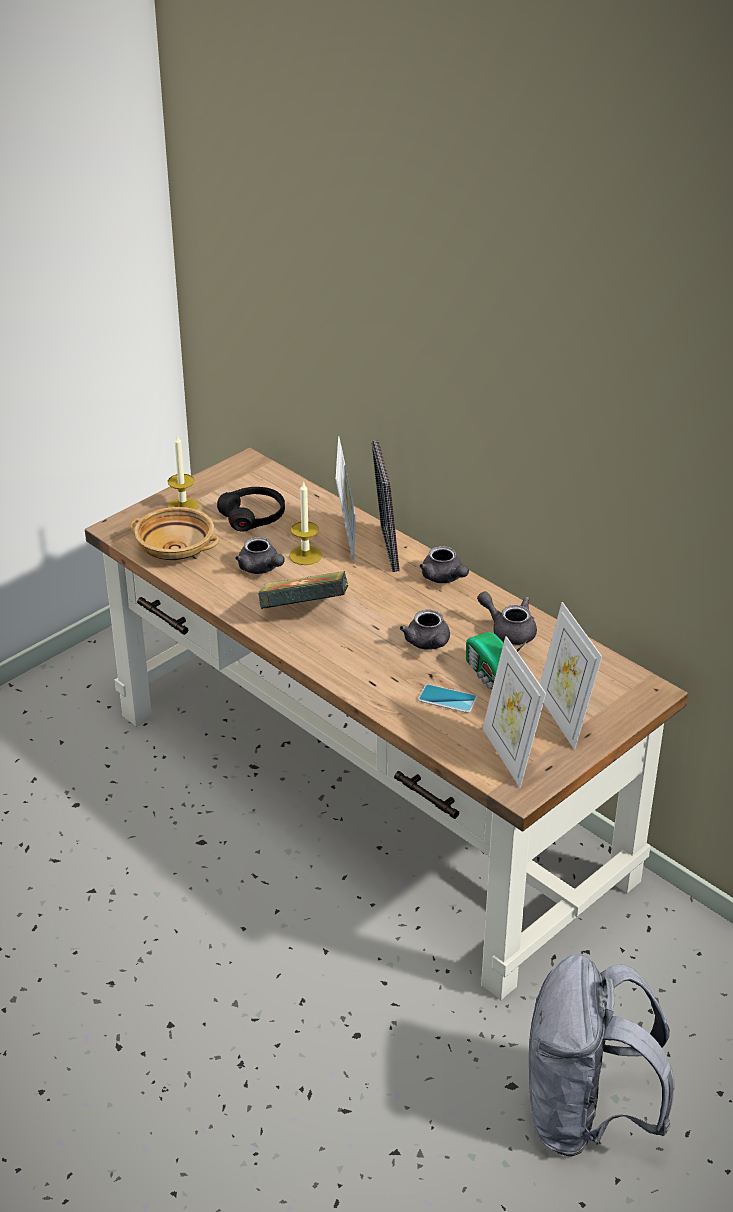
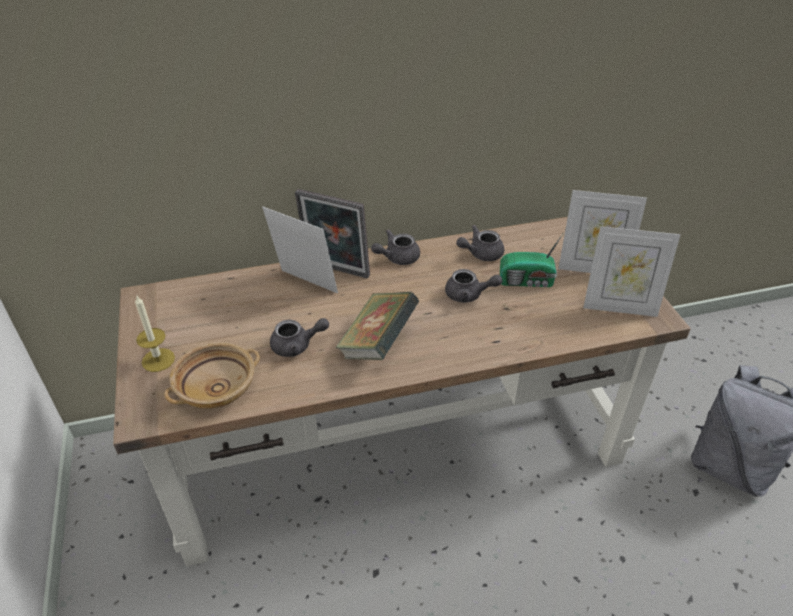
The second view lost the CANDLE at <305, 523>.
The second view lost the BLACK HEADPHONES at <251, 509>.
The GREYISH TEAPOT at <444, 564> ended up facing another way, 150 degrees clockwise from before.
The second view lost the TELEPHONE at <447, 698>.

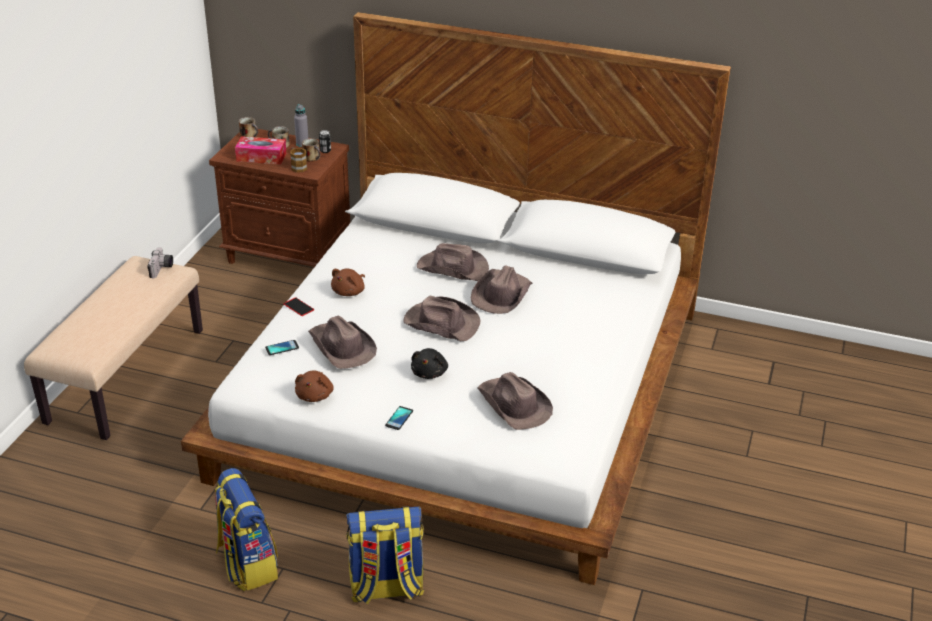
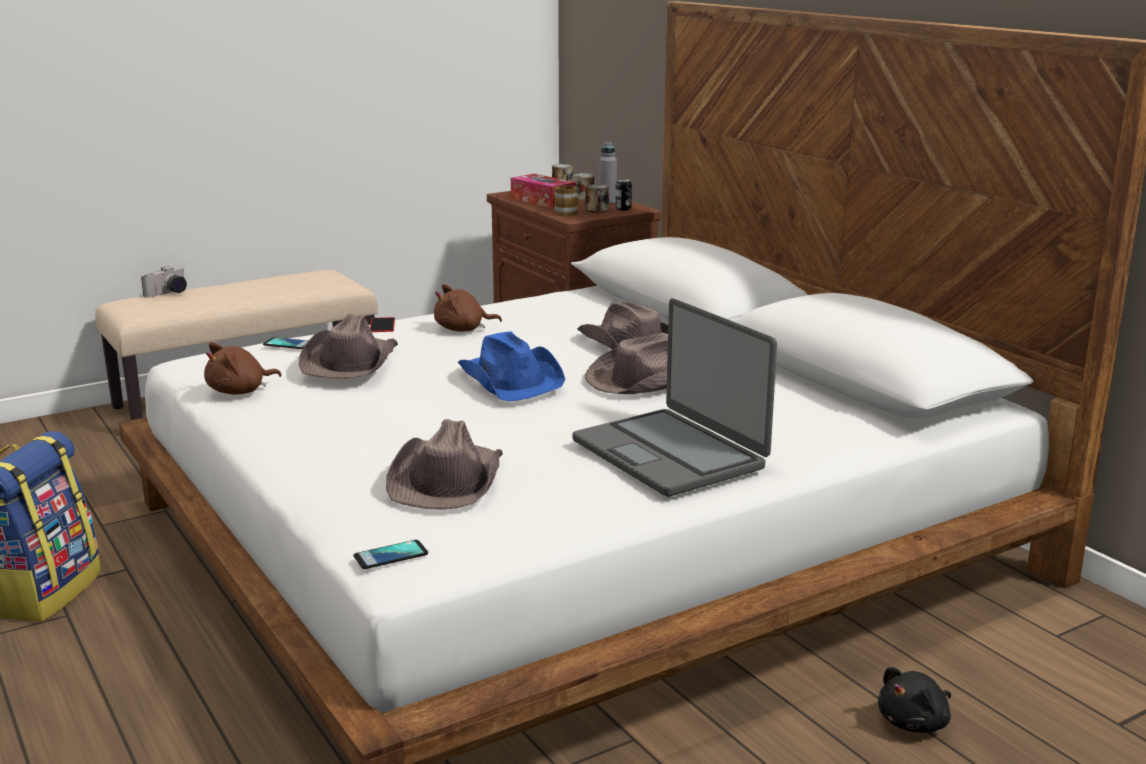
The STILL CAMERA ended up elsewhere, having gone from <160, 262> to <164, 282>.
What was the BROWN HAT at <442, 319> turned into the BLUE HAT at <511, 366>.
The BLACK CUDDLY TOY ended up elsewhere, having gone from <429, 363> to <914, 700>.
The TELEPHONE ended up elsewhere, having gone from <399, 418> to <390, 554>.
The second view lost the BACKPACK at <385, 555>.
The second view gained the NOTEBOOK COMPUTER at <674, 397>.

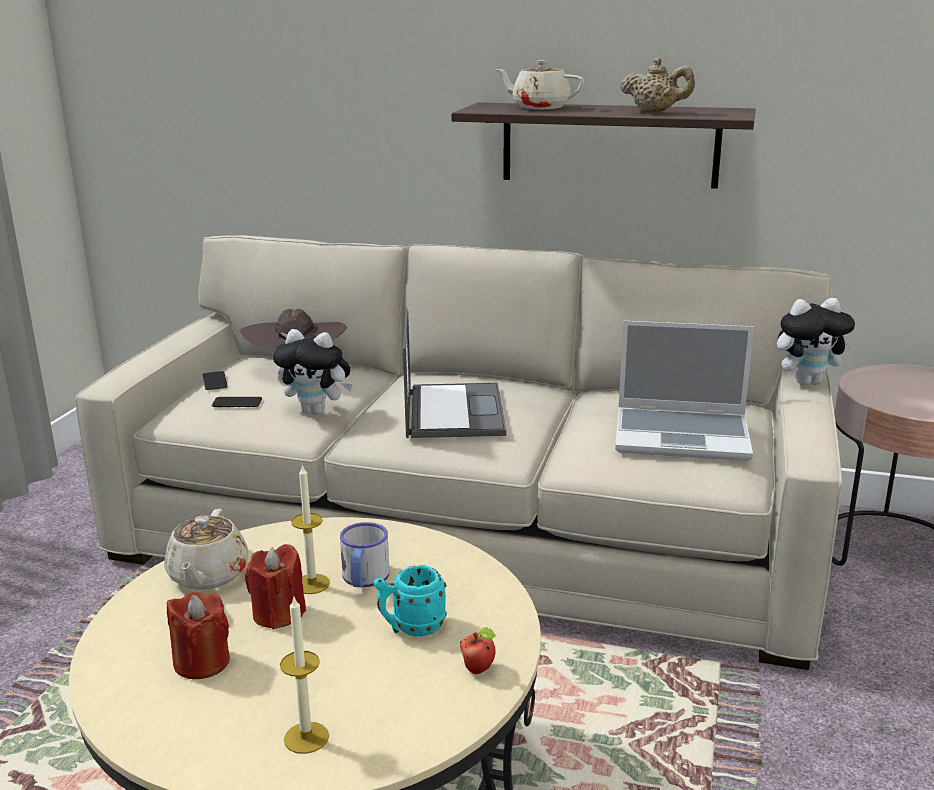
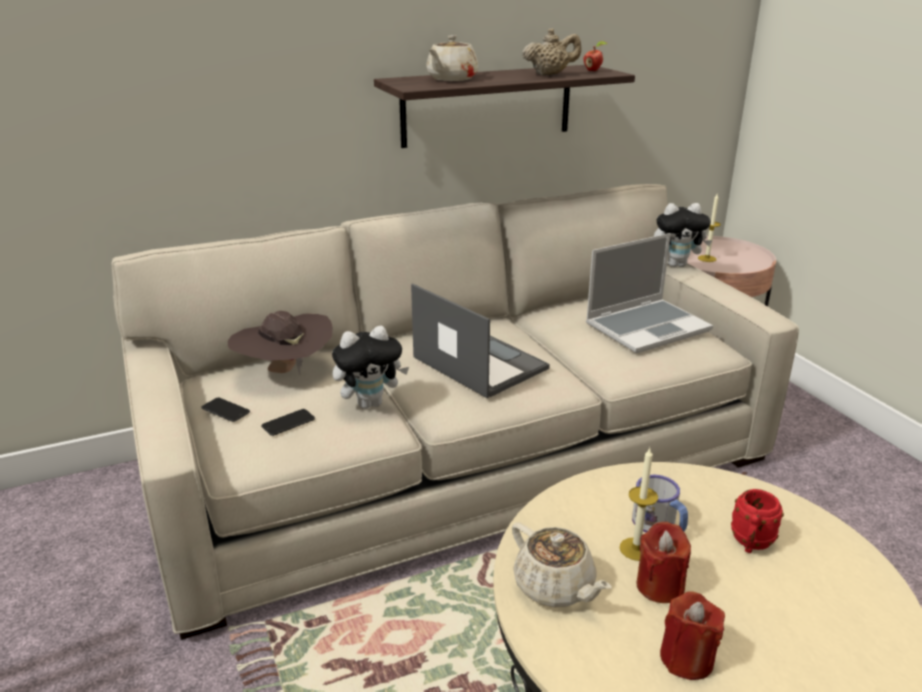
The BEIGE TEAPOT at <539, 84> ended up facing another way, 45 degrees counterclockwise from before.
The CUDDLY TOY at <816, 341> ended up facing another way, 45 degrees clockwise from before.
What was the TURQUOISE-COLOURED TEA MUG at <410, 600> turned into the REDDISH TEA MUG at <757, 521>.
The CANDLE ended up elsewhere, having gone from <304, 674> to <709, 228>.
The APPLE ended up elsewhere, having gone from <478, 650> to <595, 56>.

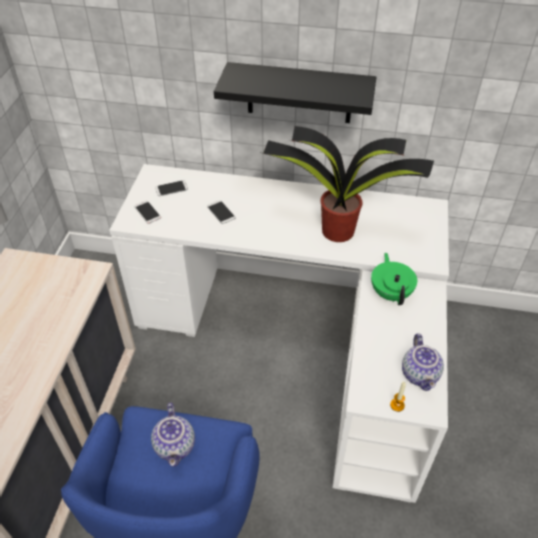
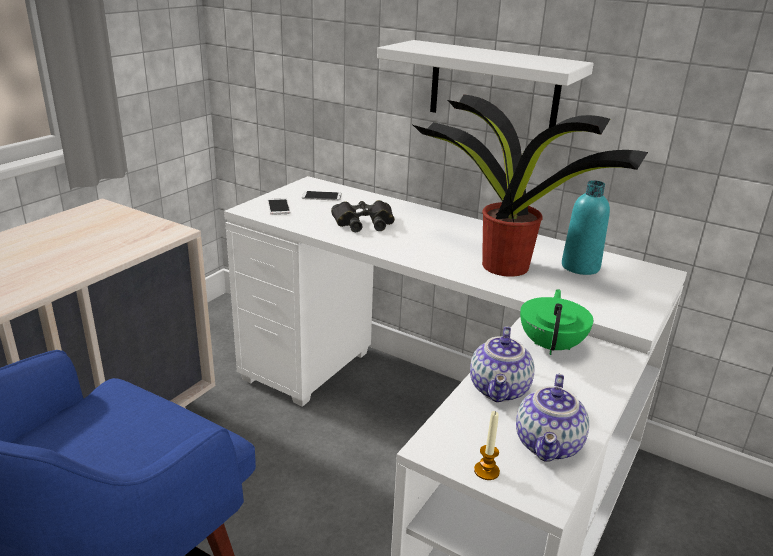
What was the BLACK SHELF at <295, 92> turned into the WHITISH SHELF at <485, 84>.
Where the TELEPHONE stood at <221, 212>, the BLACK FIELD GLASSES came to stand at <363, 216>.
The TEAPOT ended up elsewhere, having gone from <173, 435> to <502, 364>.
The second view gained the TURQUOISE-COLOURED BOTTLE at <586, 227>.

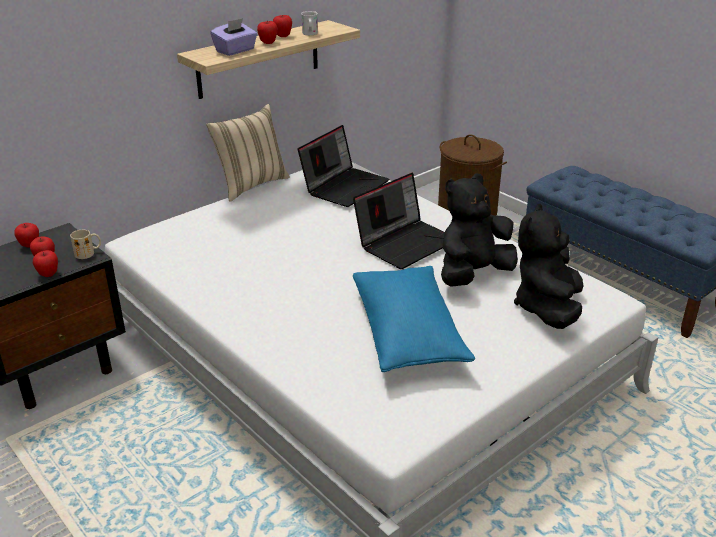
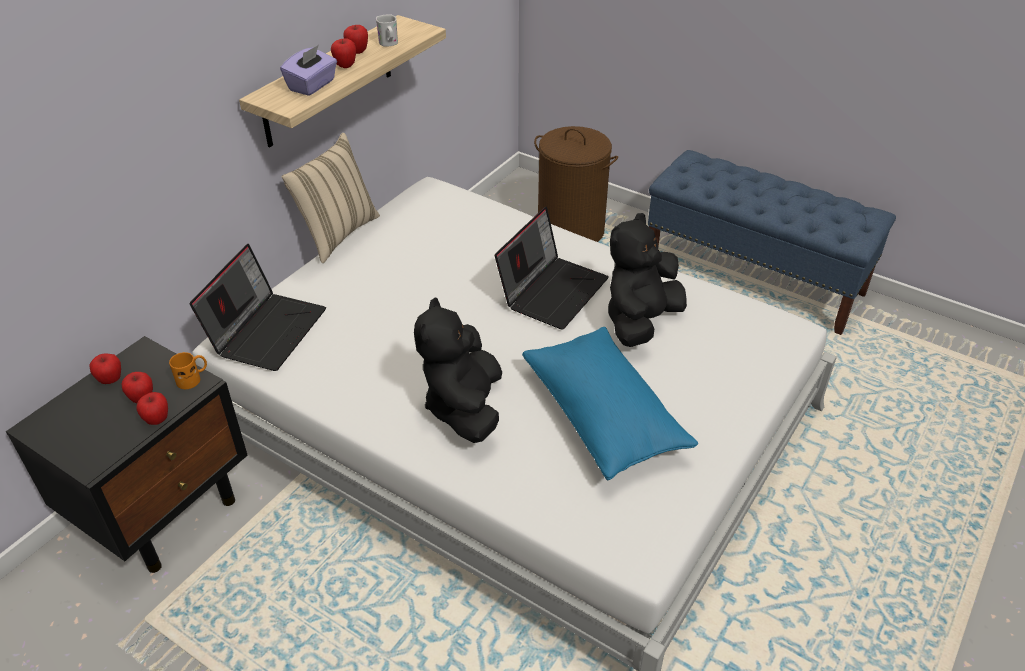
The NOTEBOOK COMPUTER ended up elsewhere, having gone from <343, 166> to <258, 307>.
The BLACK CUDDLY TOY ended up elsewhere, having gone from <549, 266> to <458, 370>.
What was the BEIGE TEA MUG at <85, 244> turned into the ORANGEY TEA MUG at <188, 370>.

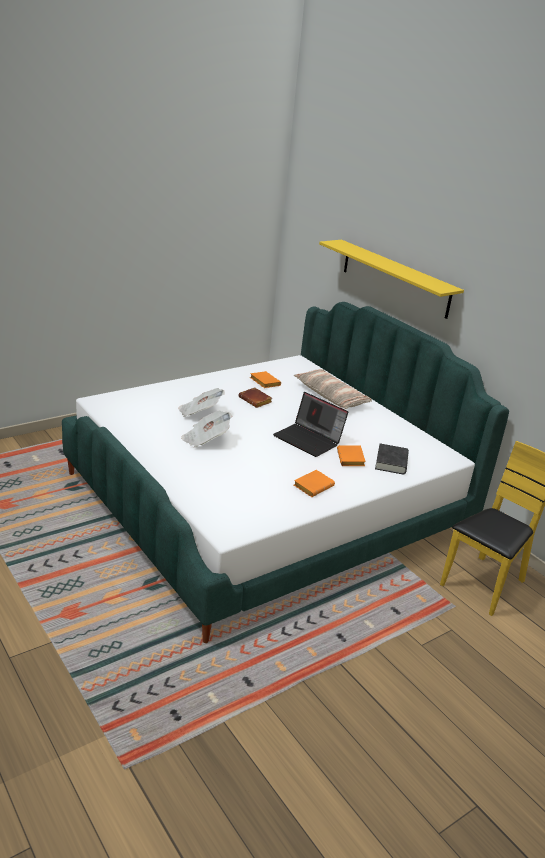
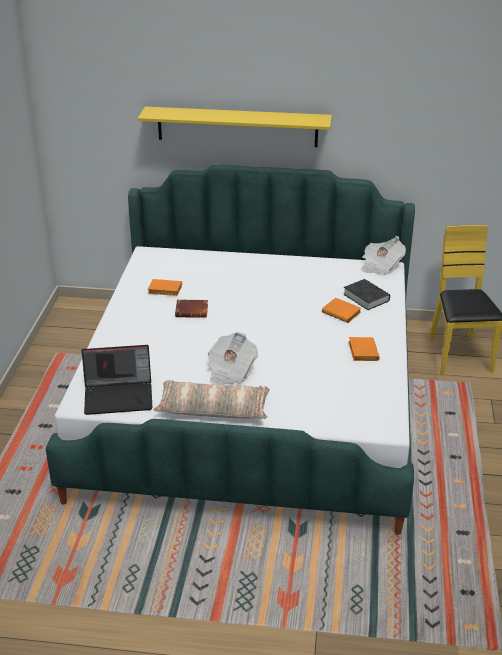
The CUSHION ended up elsewhere, having gone from <333, 389> to <211, 399>.
The NEWSPAPER ended up elsewhere, having gone from <202, 402> to <383, 255>.
The NOTEBOOK COMPUTER ended up elsewhere, having gone from <310, 424> to <116, 380>.

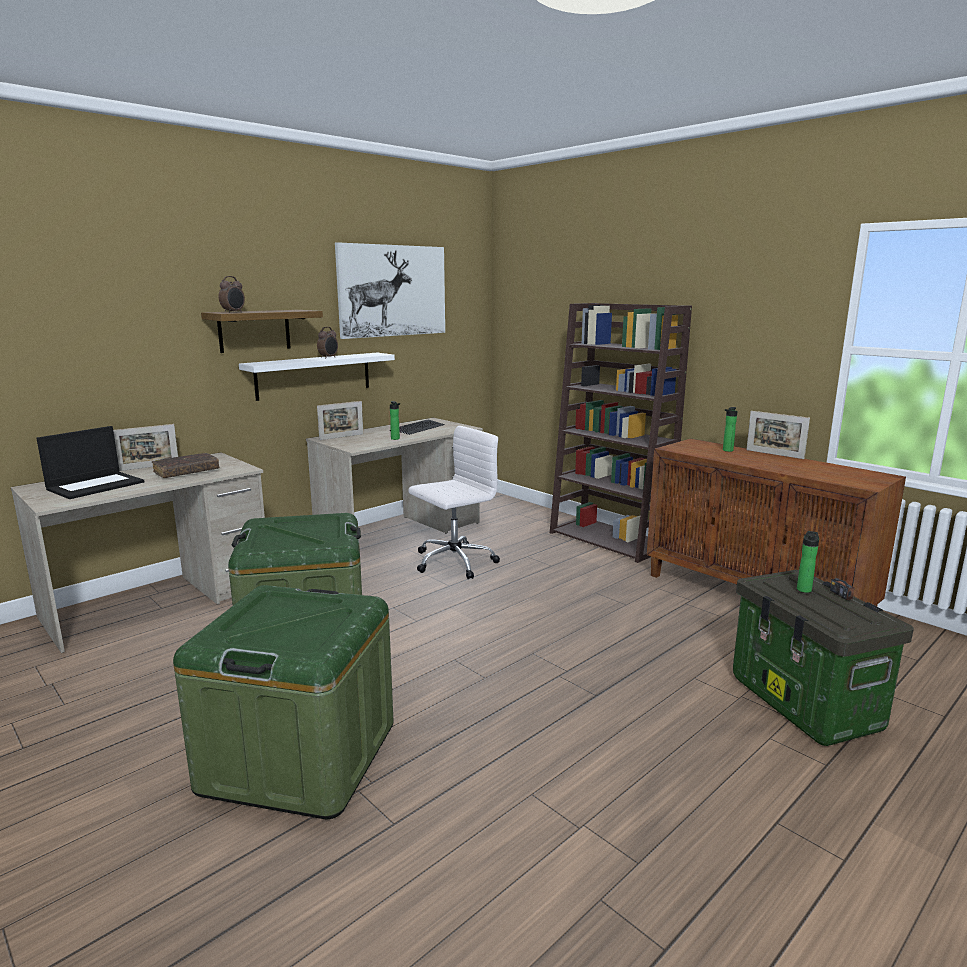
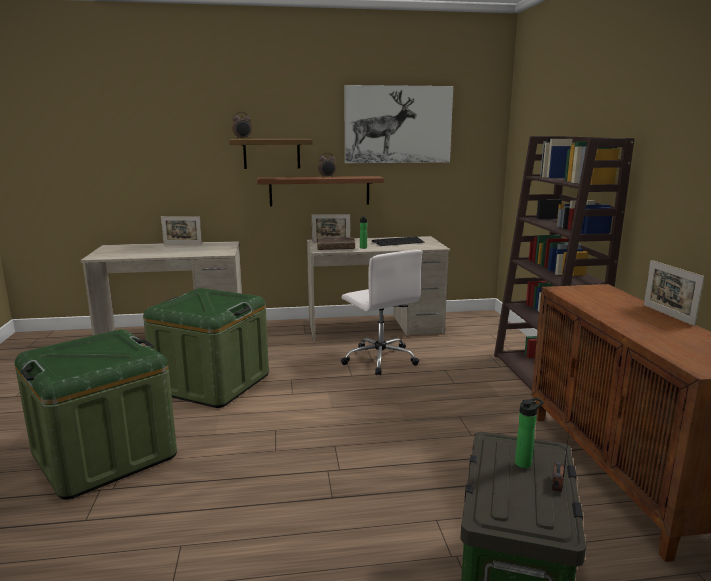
What was the WHITISH SHELF at <317, 377> turned into the BROWN SHELF at <320, 191>.
The second view lost the BOTTLE at <730, 429>.
The second view lost the NOTEBOOK COMPUTER at <90, 462>.
The WHITISH OFFICE CHAIR at <454, 502> ended up facing another way, 60 degrees clockwise from before.
The BROWN VOLUME ended up elsewhere, having gone from <185, 465> to <336, 243>.

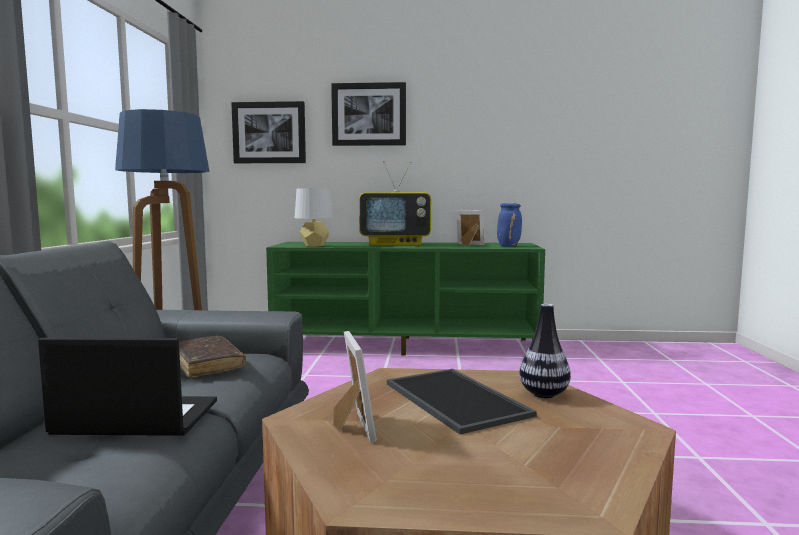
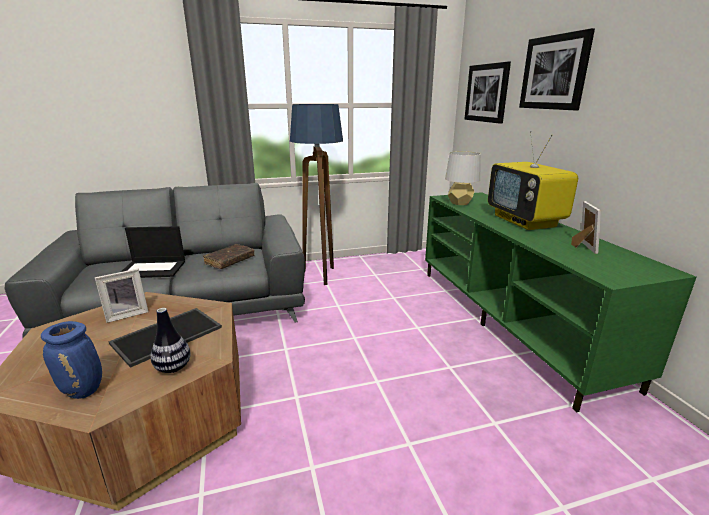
The BLUE VASE ended up elsewhere, having gone from <509, 225> to <71, 360>.
The NOTEBOOK COMPUTER at <127, 387> ended up facing another way, 105 degrees clockwise from before.

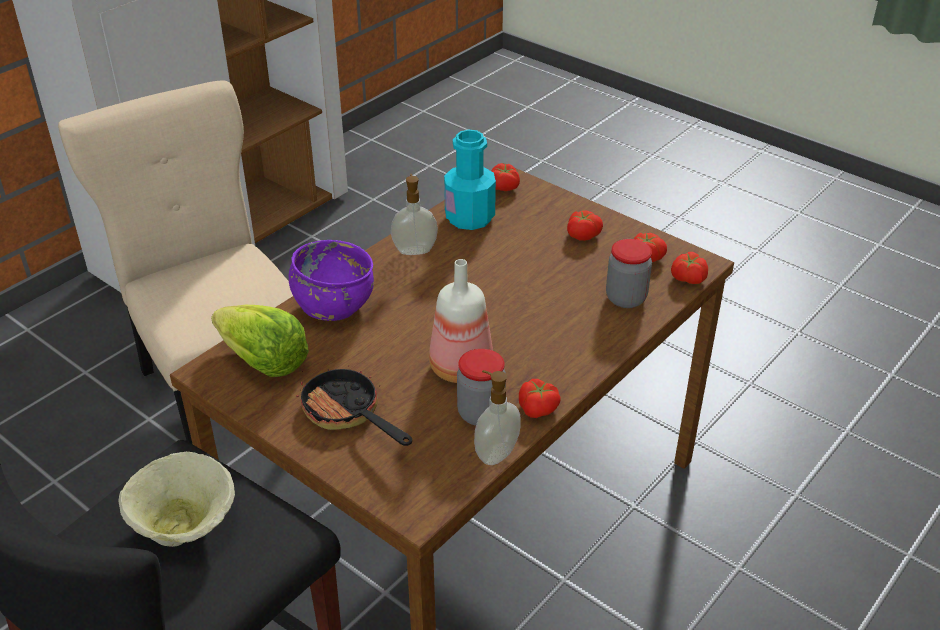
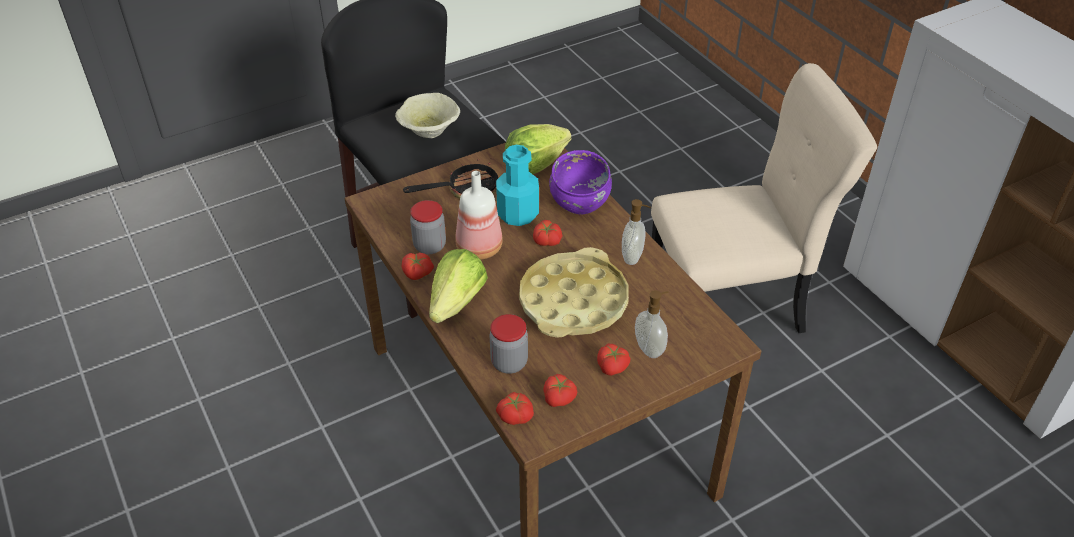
The TURQUOISE-COLOURED BOTTLE ended up elsewhere, having gone from <470, 179> to <517, 185>.
The TOMATO ended up elsewhere, having gone from <506, 177> to <548, 233>.
The LIQUID SOAP BOTTLE ended up elsewhere, having gone from <497, 417> to <652, 324>.
The second view gained the YELLOW CARRYING TRAY at <574, 292>.
The second view gained the HEAD OF LETTUCE at <458, 286>.

